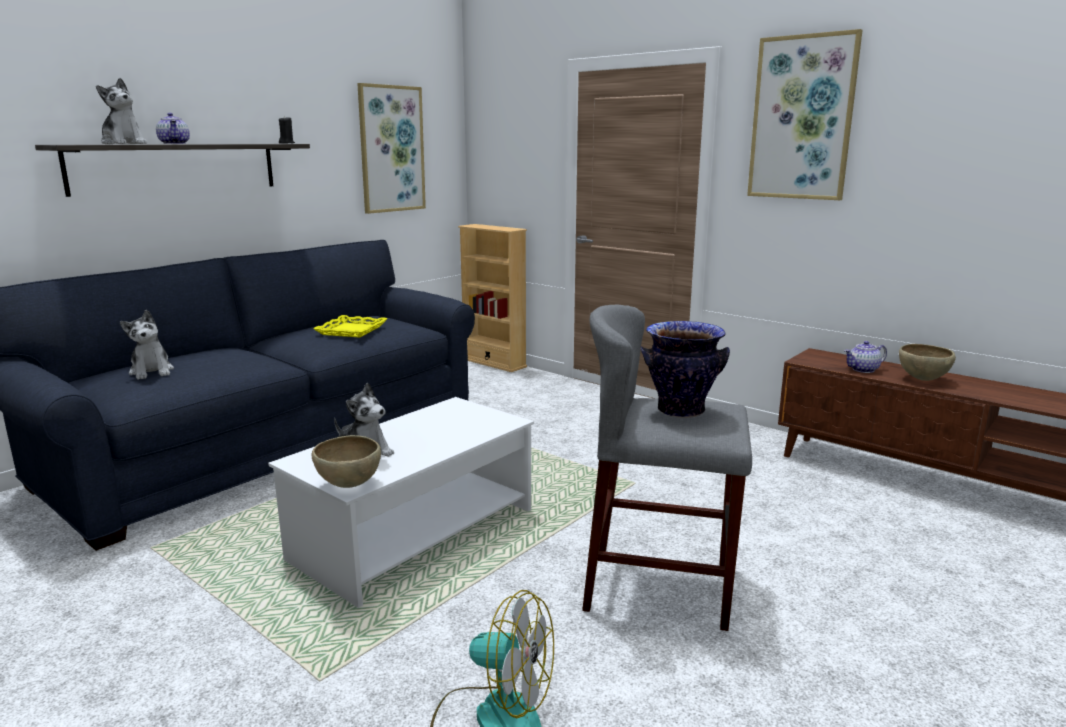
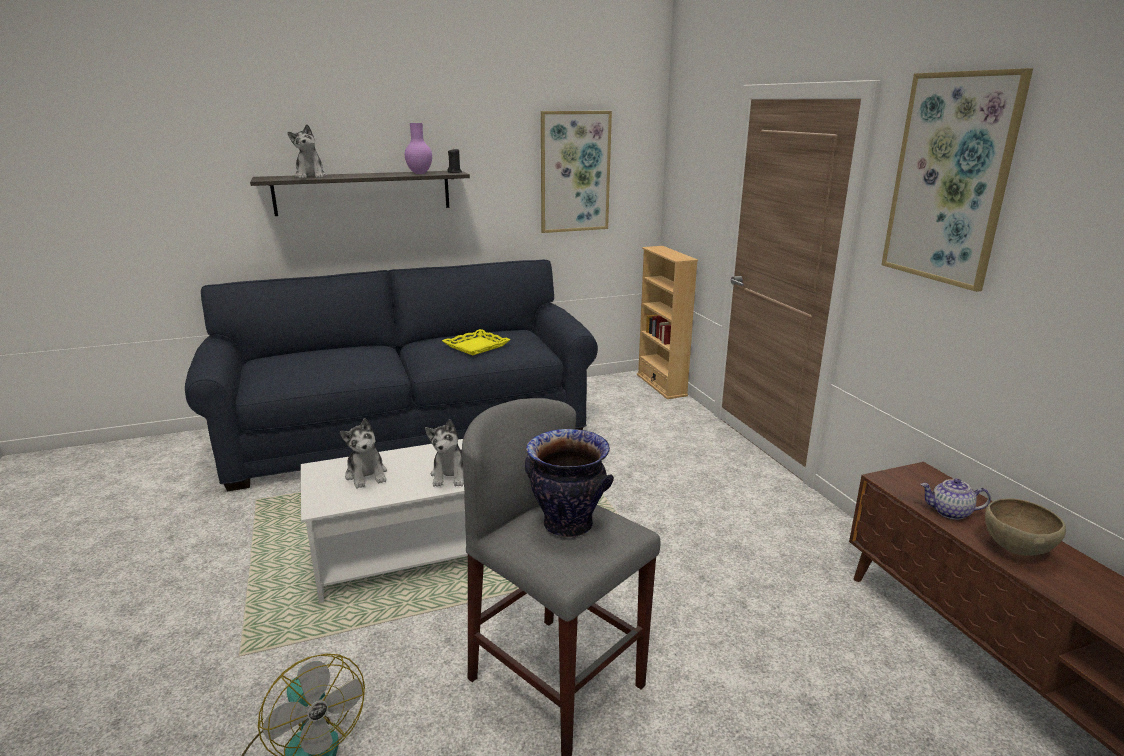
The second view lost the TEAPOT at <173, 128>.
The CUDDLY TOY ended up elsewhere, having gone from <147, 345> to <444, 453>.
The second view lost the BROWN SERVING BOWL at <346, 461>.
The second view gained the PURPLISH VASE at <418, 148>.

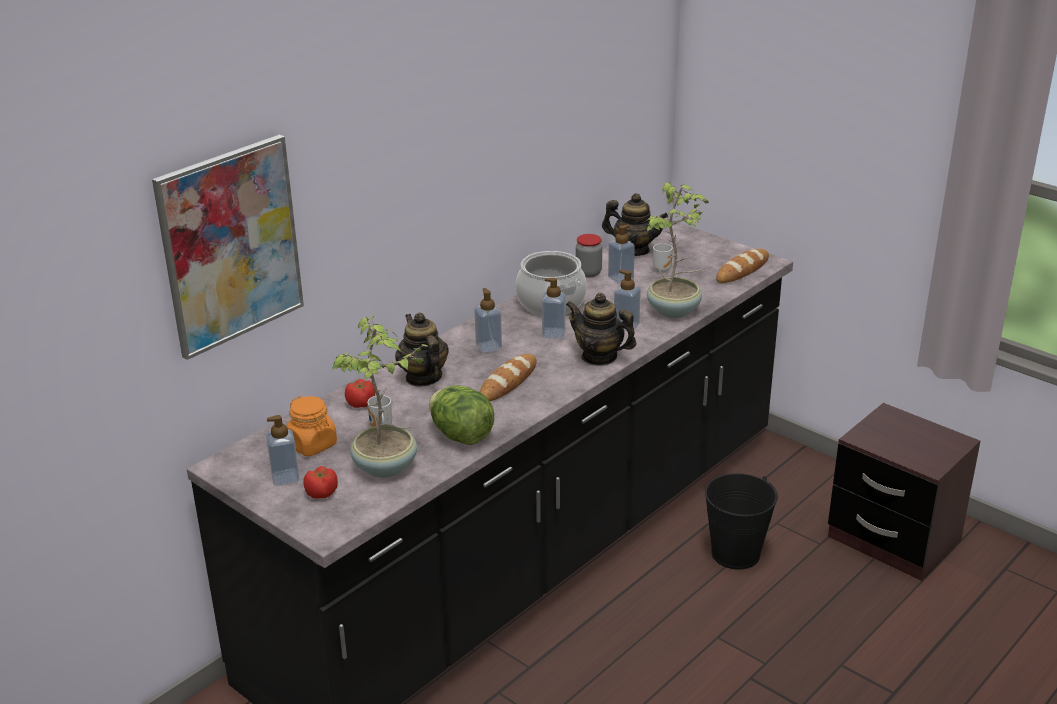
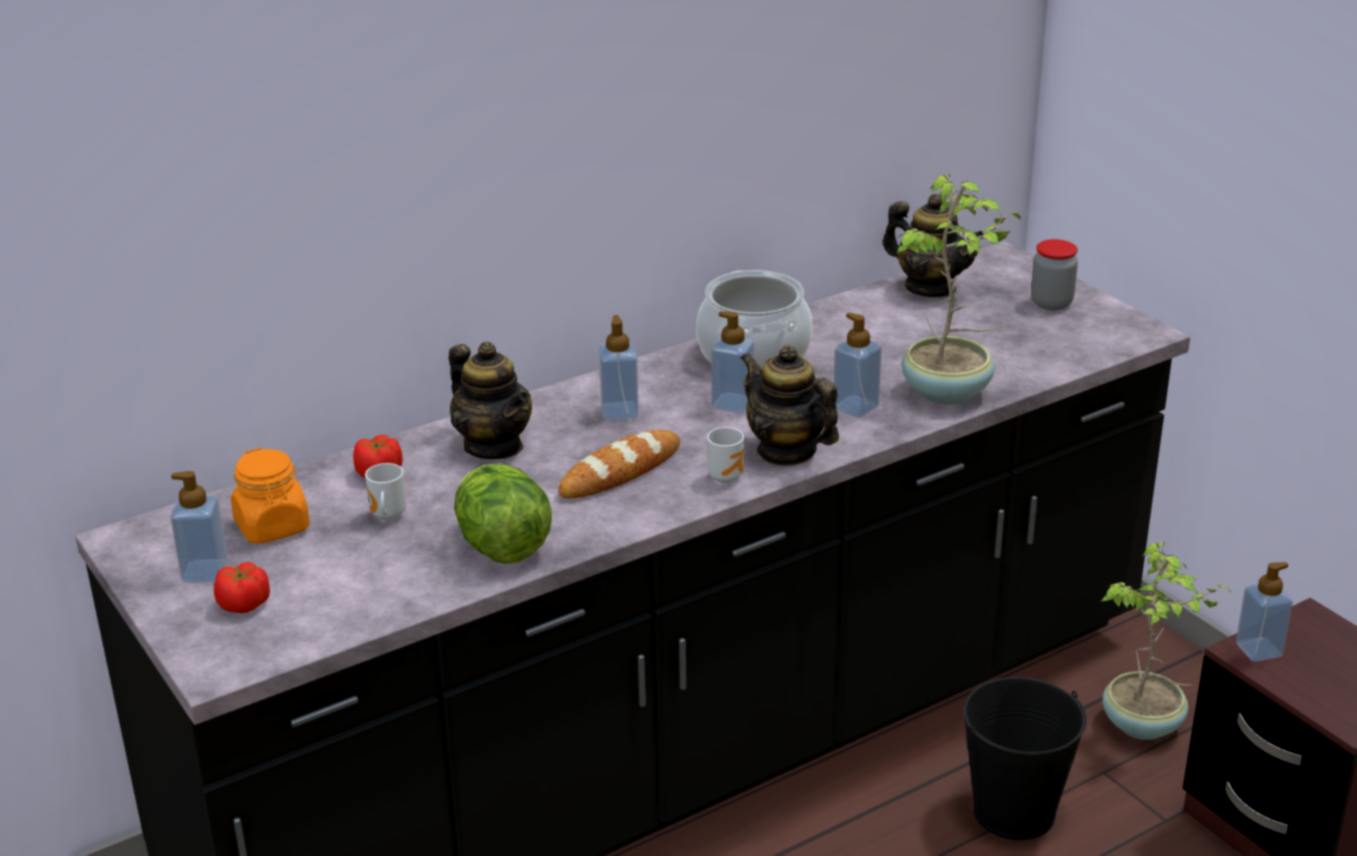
The second view lost the WALL ART at <228, 247>.
The LIQUID SOAP BOTTLE ended up elsewhere, having gone from <621, 254> to <1264, 612>.
The STORAGE JAR ended up elsewhere, having gone from <589, 256> to <1054, 274>.
The TEA MUG ended up elsewhere, having gone from <663, 258> to <725, 455>.
The second view lost the BAKED BREAD at <742, 266>.
The TEAPOT at <422, 349> ended up facing another way, 150 degrees clockwise from before.
The POTTED PLANT ended up elsewhere, having gone from <382, 397> to <1167, 641>.

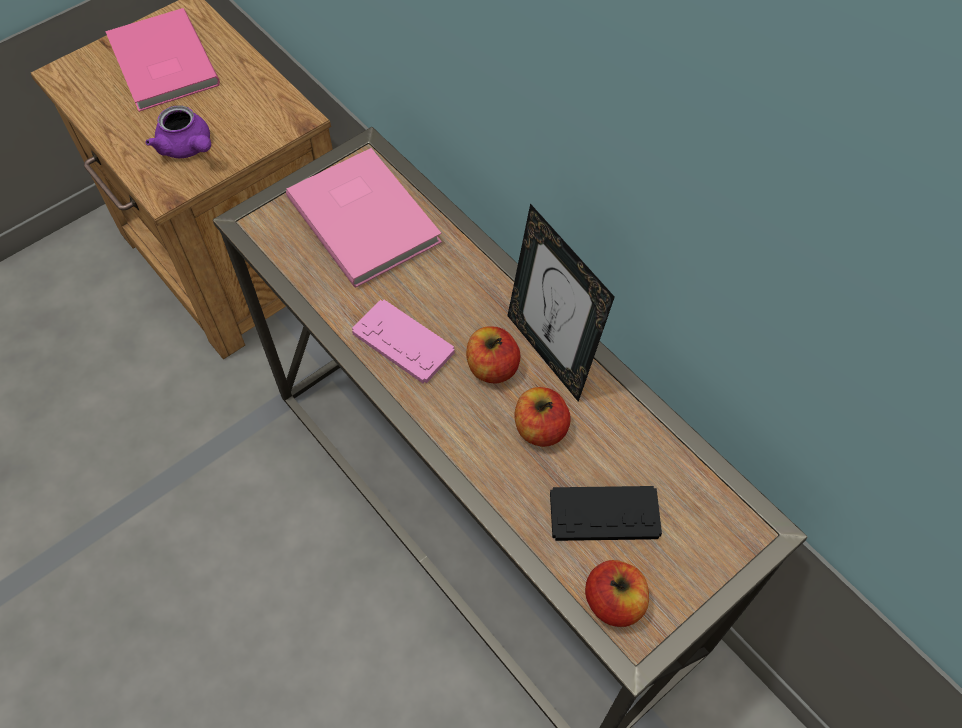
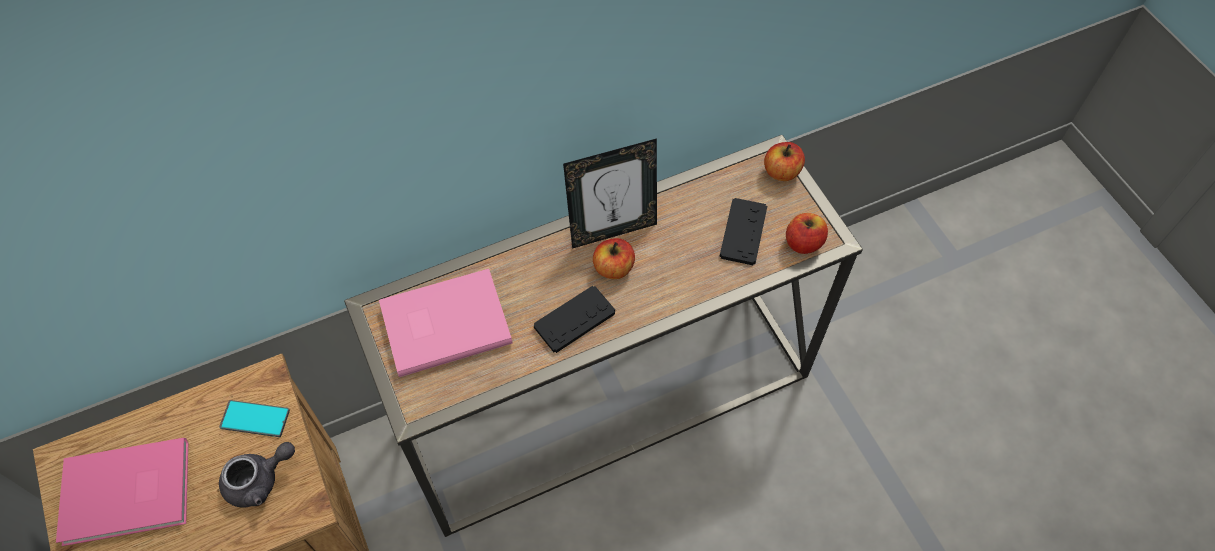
What was the PURPLISH TEAPOT at <178, 131> turned into the GREYISH TEAPOT at <257, 475>.
What was the PINK GAME CONTROLLER at <403, 341> turned into the BLACK GAME CONTROLLER at <574, 319>.
The APPLE ended up elsewhere, having gone from <542, 417> to <784, 161>.
The second view gained the TELEPHONE at <254, 418>.

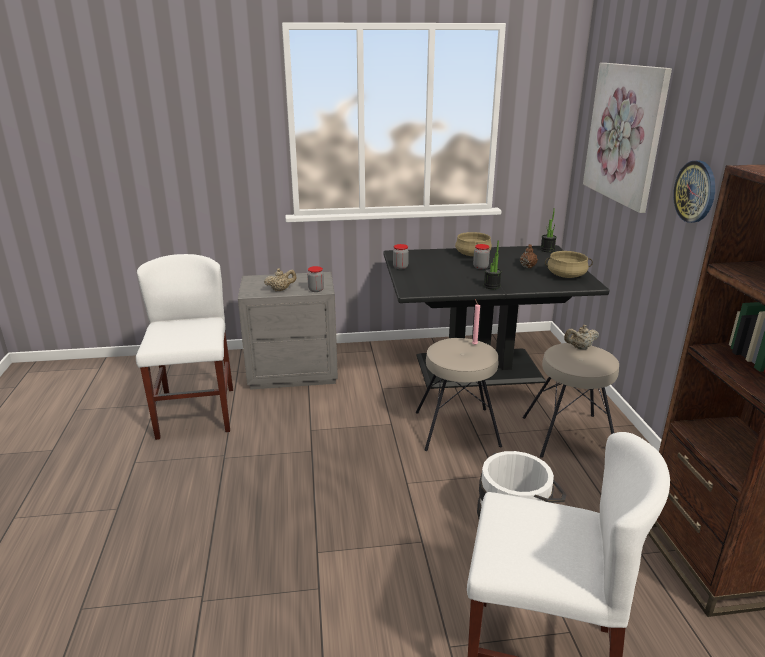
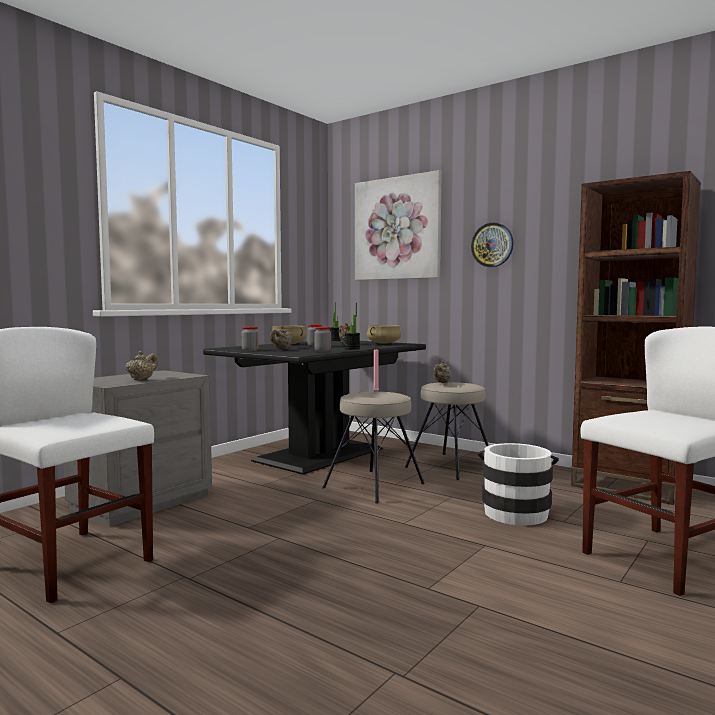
The STORAGE JAR ended up elsewhere, having gone from <315, 279> to <322, 339>.
The second view gained the BEIGE TEAPOT at <281, 337>.

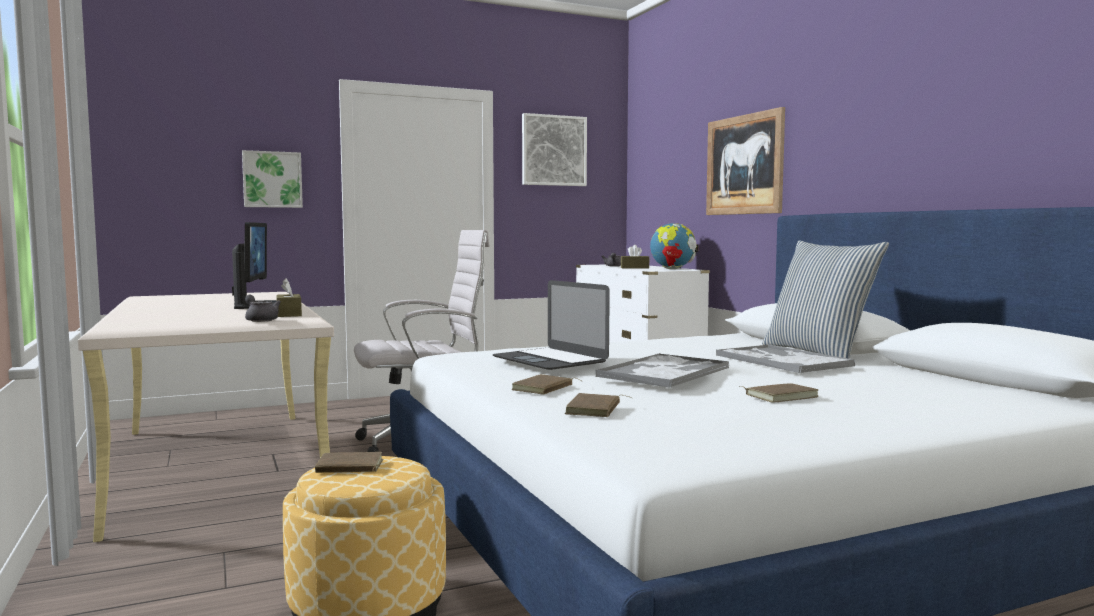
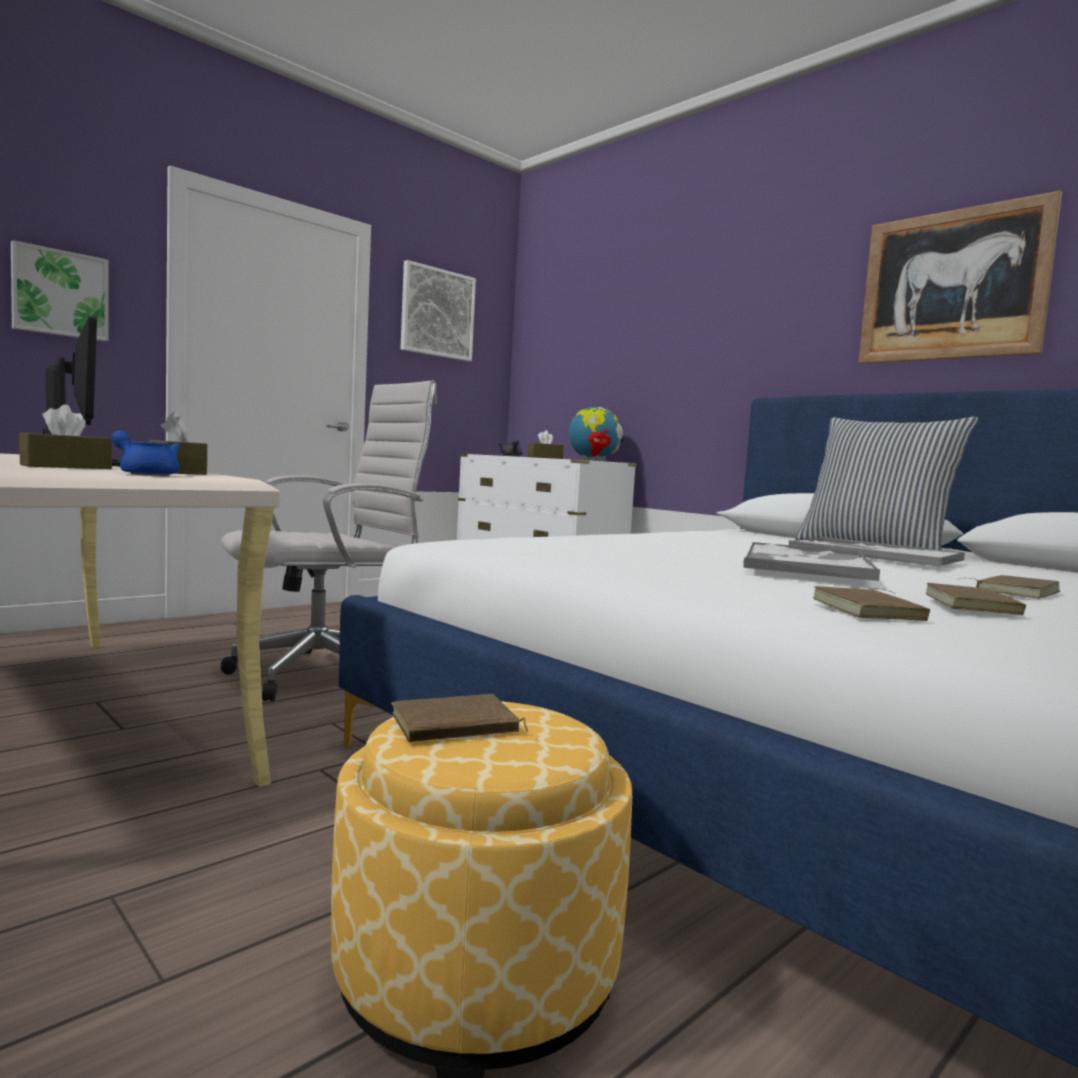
The WALL ART ended up elsewhere, having gone from <745, 161> to <960, 277>.
The second view lost the NOTEBOOK COMPUTER at <551, 325>.
What was the GREYISH TEAPOT at <263, 308> turned into the BLUE TEAPOT at <145, 453>.
The BROWN VOLUME ended up elsewhere, having gone from <547, 384> to <976, 599>.
The second view gained the BROWN BOX OF TISSUES at <65, 436>.

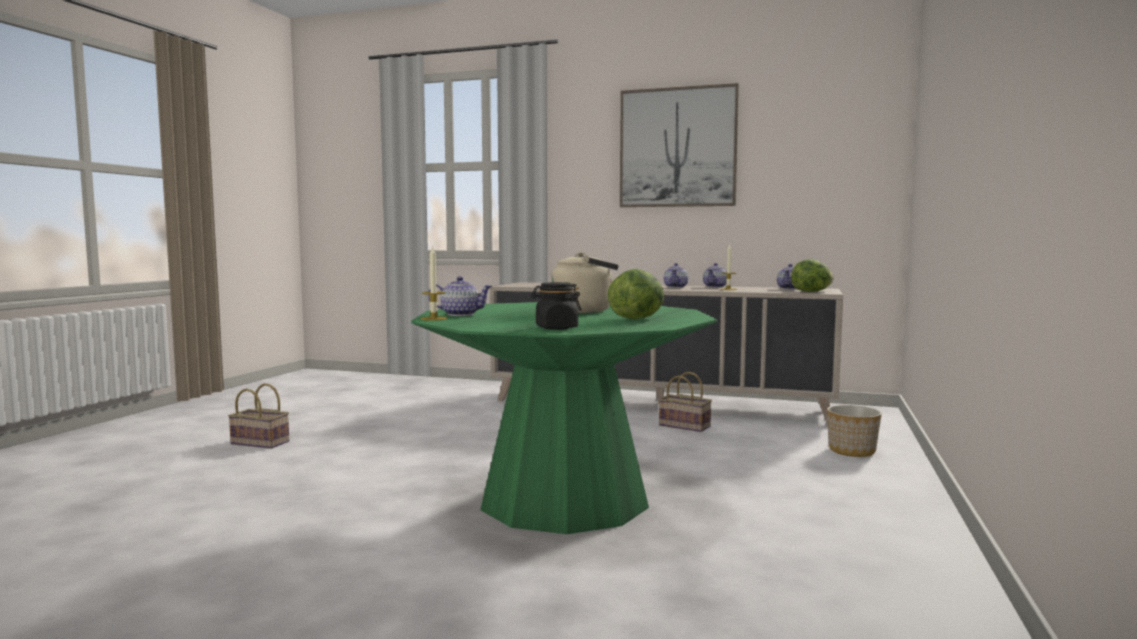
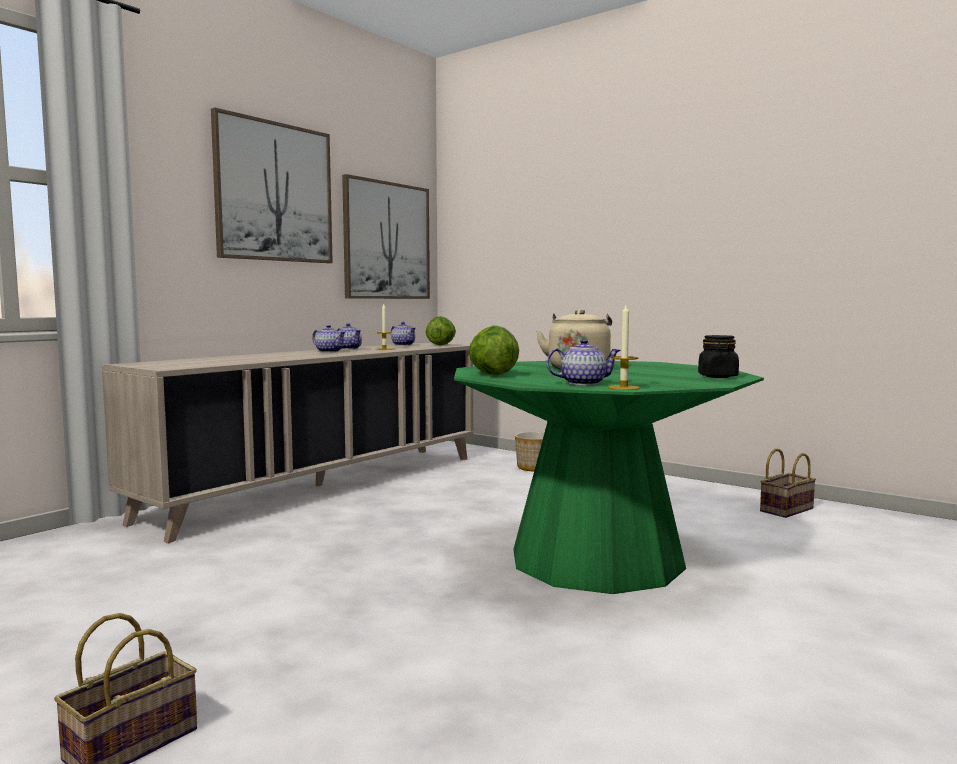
The HEAD OF LETTUCE ended up elsewhere, having gone from <635, 294> to <494, 350>.
The TEAPOT at <460, 296> ended up facing another way, 60 degrees clockwise from before.
The BASKET ended up elsewhere, having gone from <685, 402> to <788, 483>.
The second view gained the WALL ART at <386, 236>.

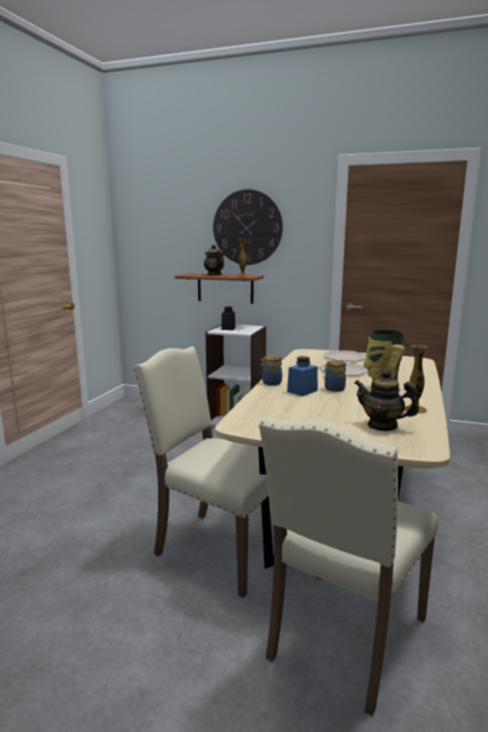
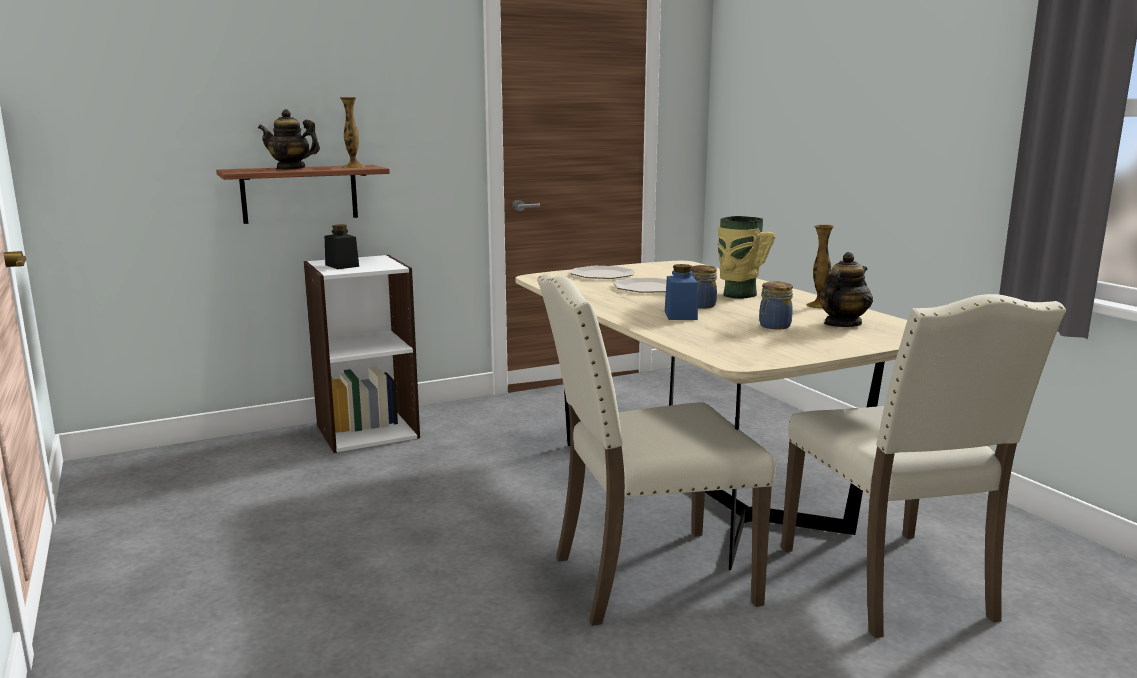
The second view lost the CLOCK ON THE WALL at <248, 227>.
The STORAGE JAR ended up elsewhere, having gone from <271, 370> to <776, 305>.
The TEAPOT at <386, 400> ended up facing another way, 150 degrees clockwise from before.

